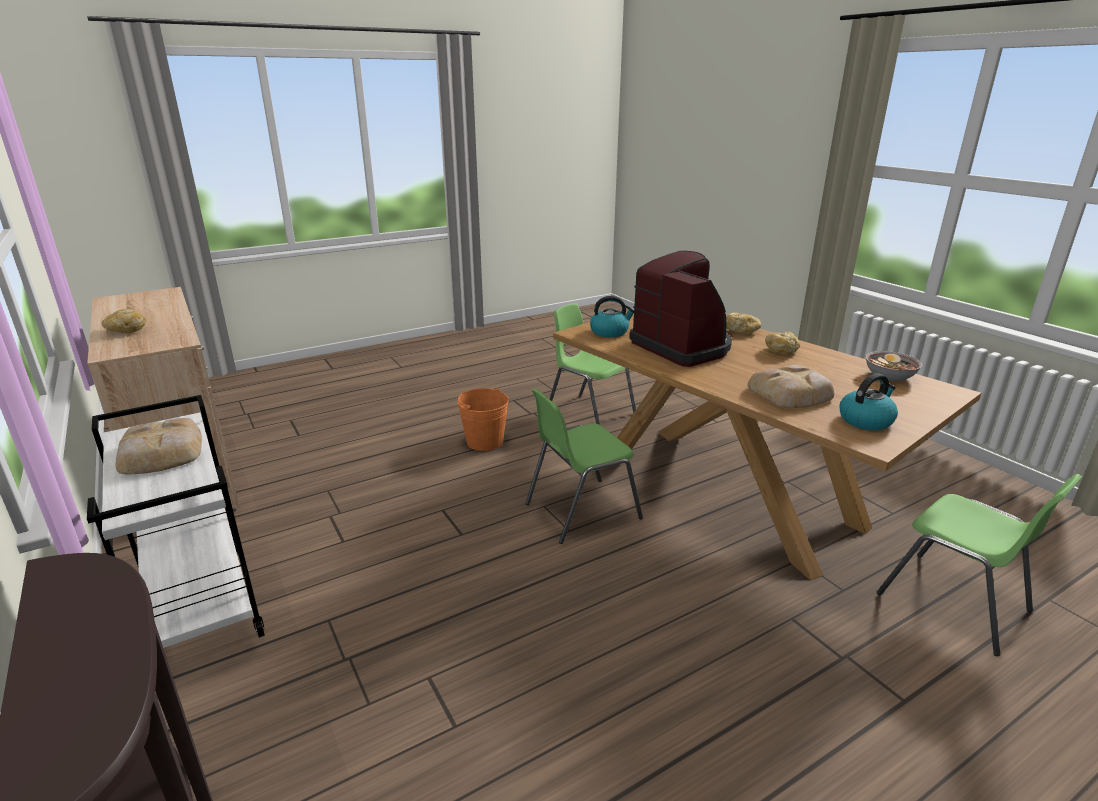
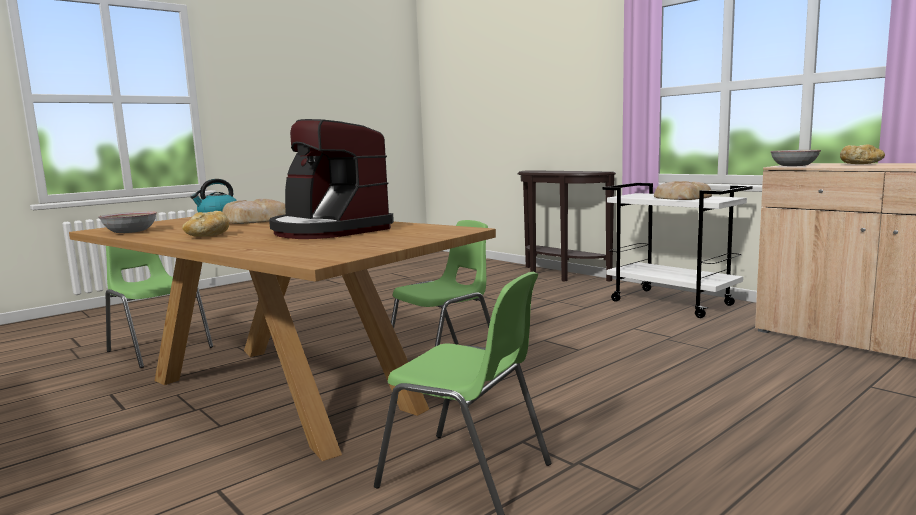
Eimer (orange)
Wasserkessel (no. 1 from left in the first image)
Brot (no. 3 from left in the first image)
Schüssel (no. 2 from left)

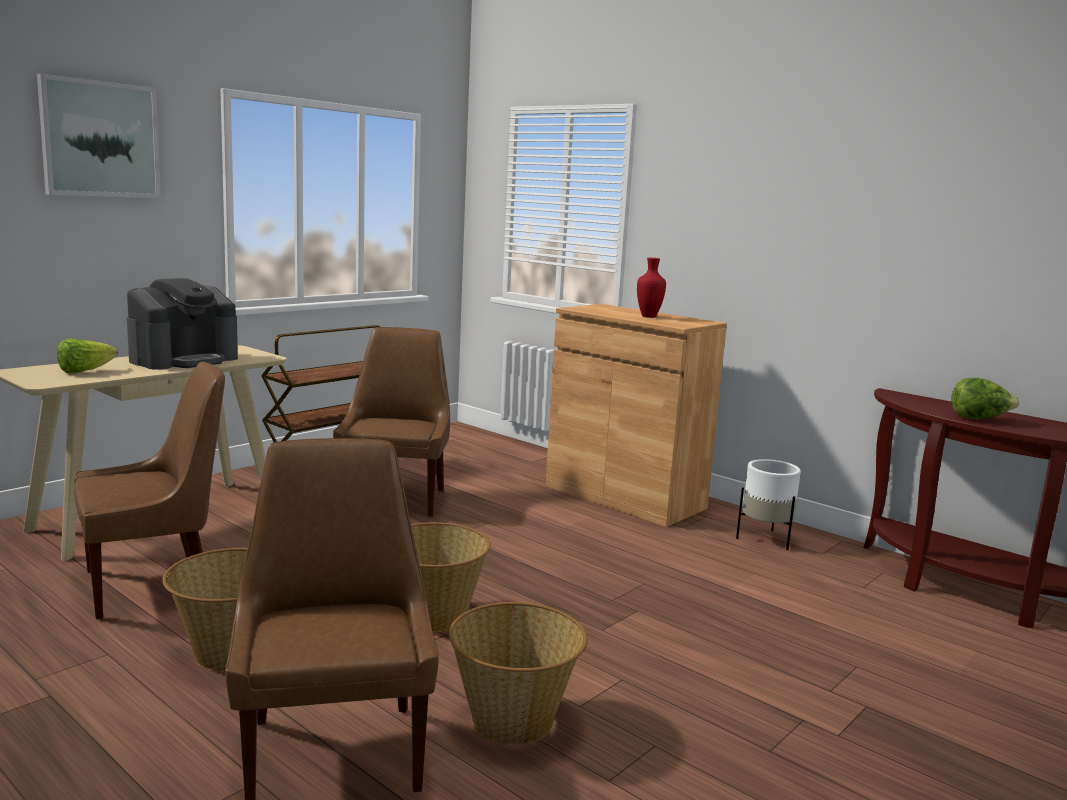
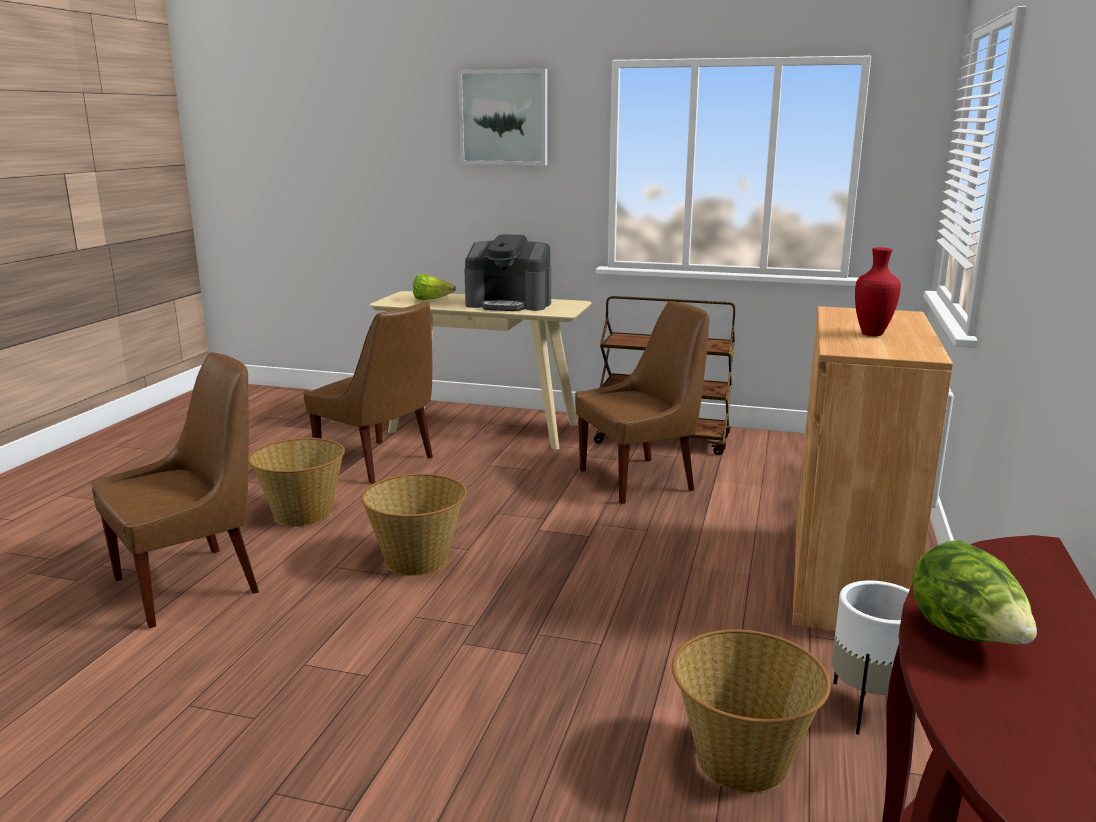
Korb (no. 3 from left)

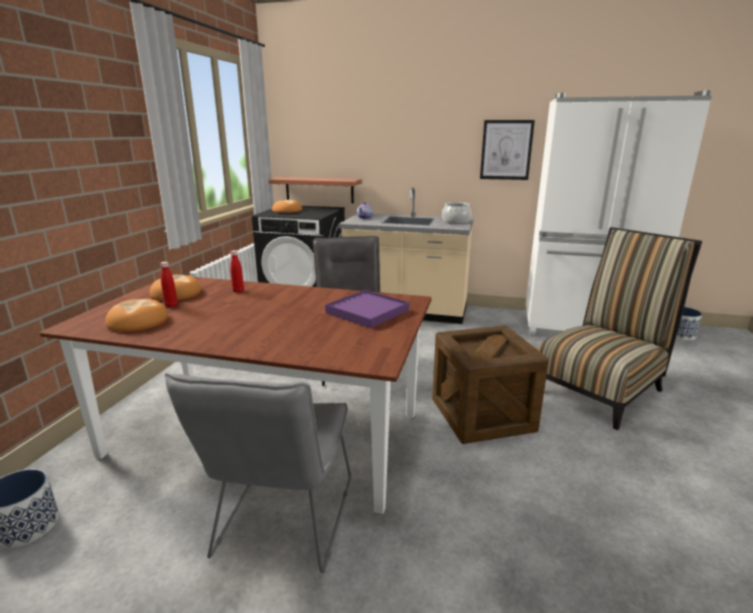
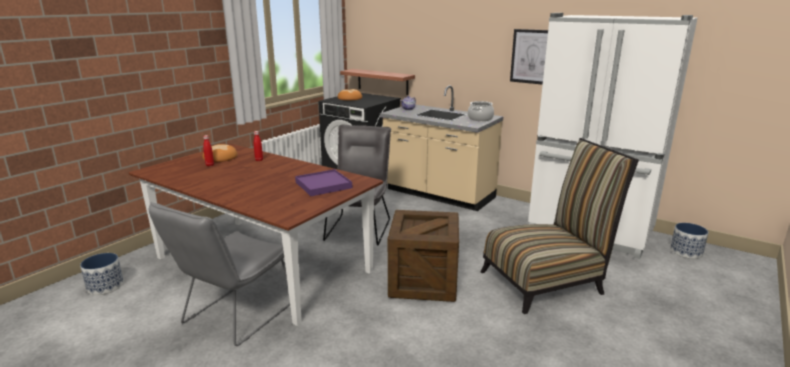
Brot (no. 1 from left in the first image)

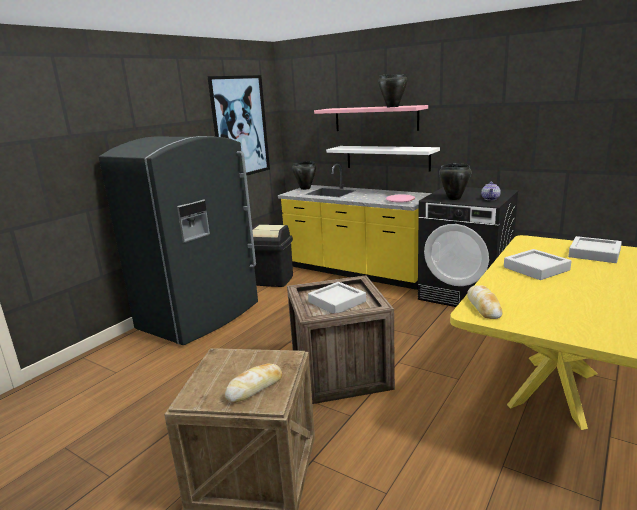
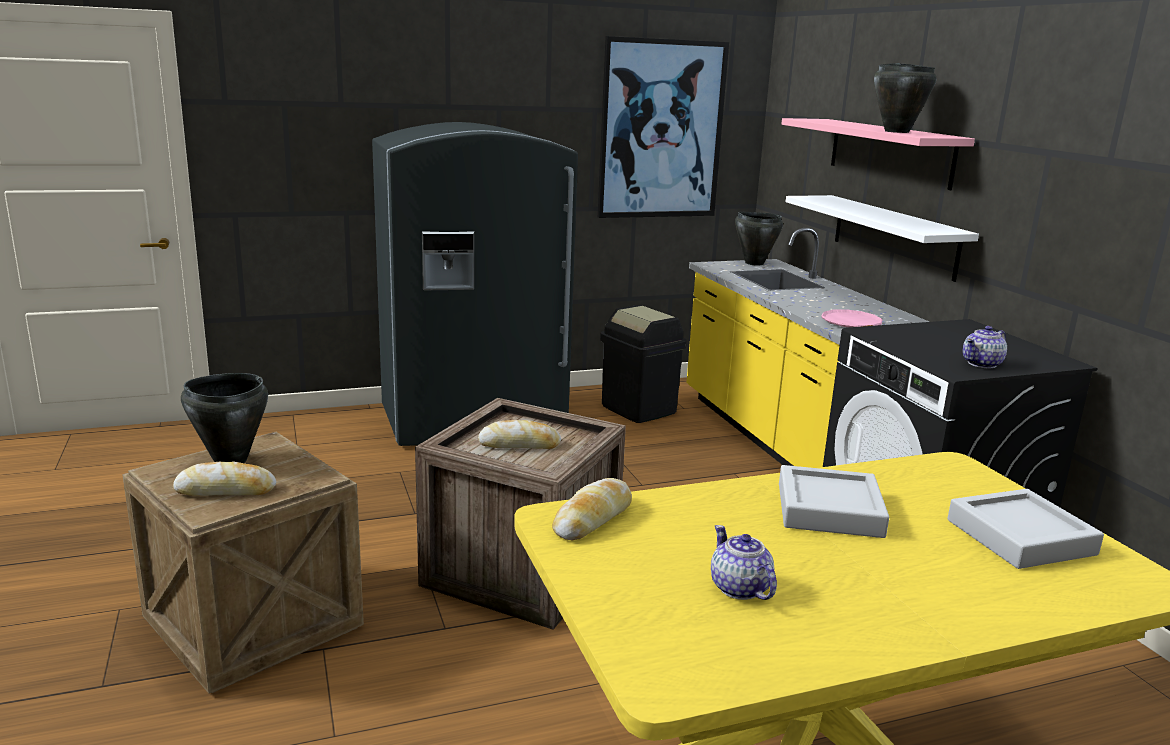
Brot (no. 2 from left)
Kochtopf (schwarz) (no. 1 from left)
Teekanne (no. 1 from left)

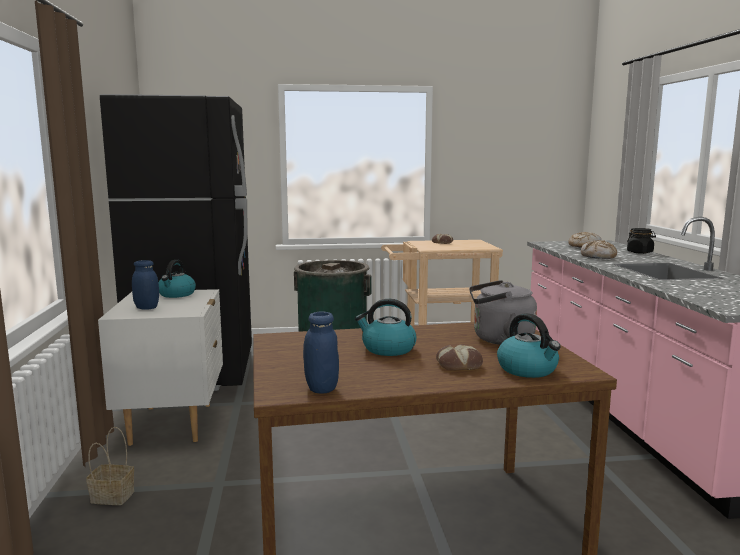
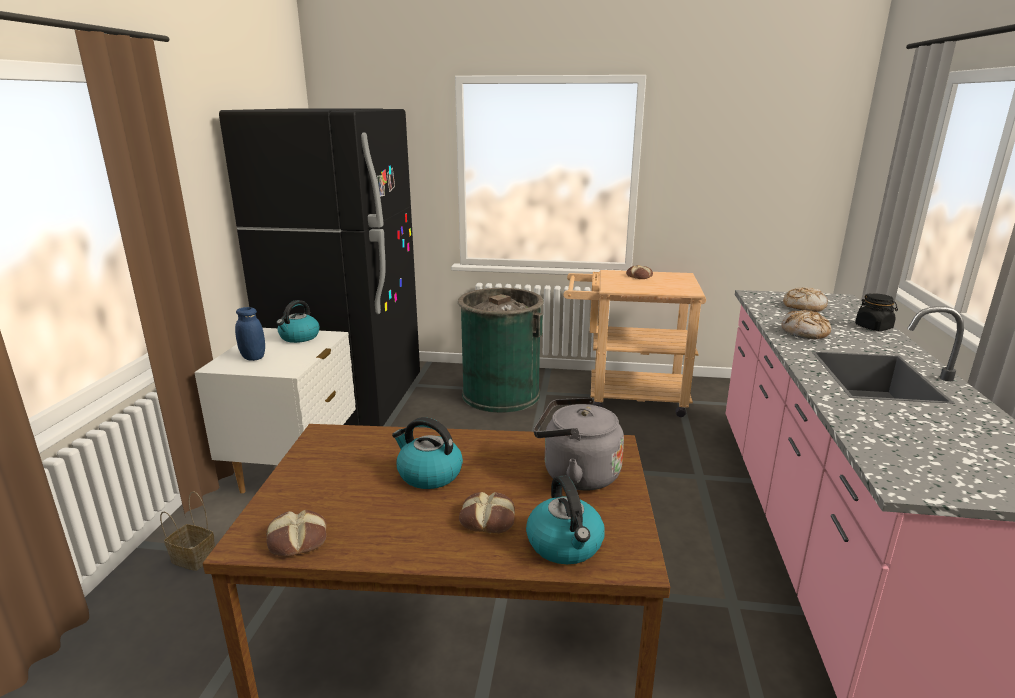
Brot (no. 1 from left)

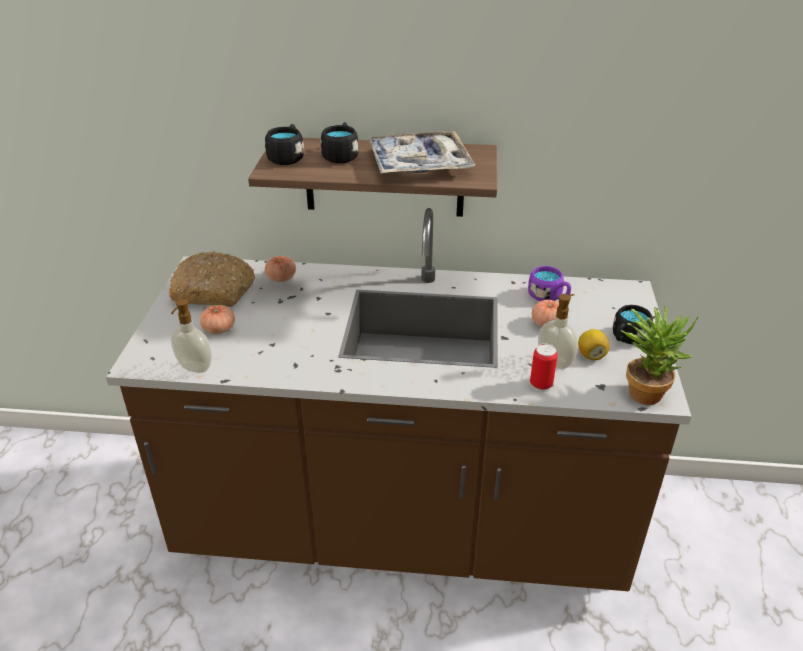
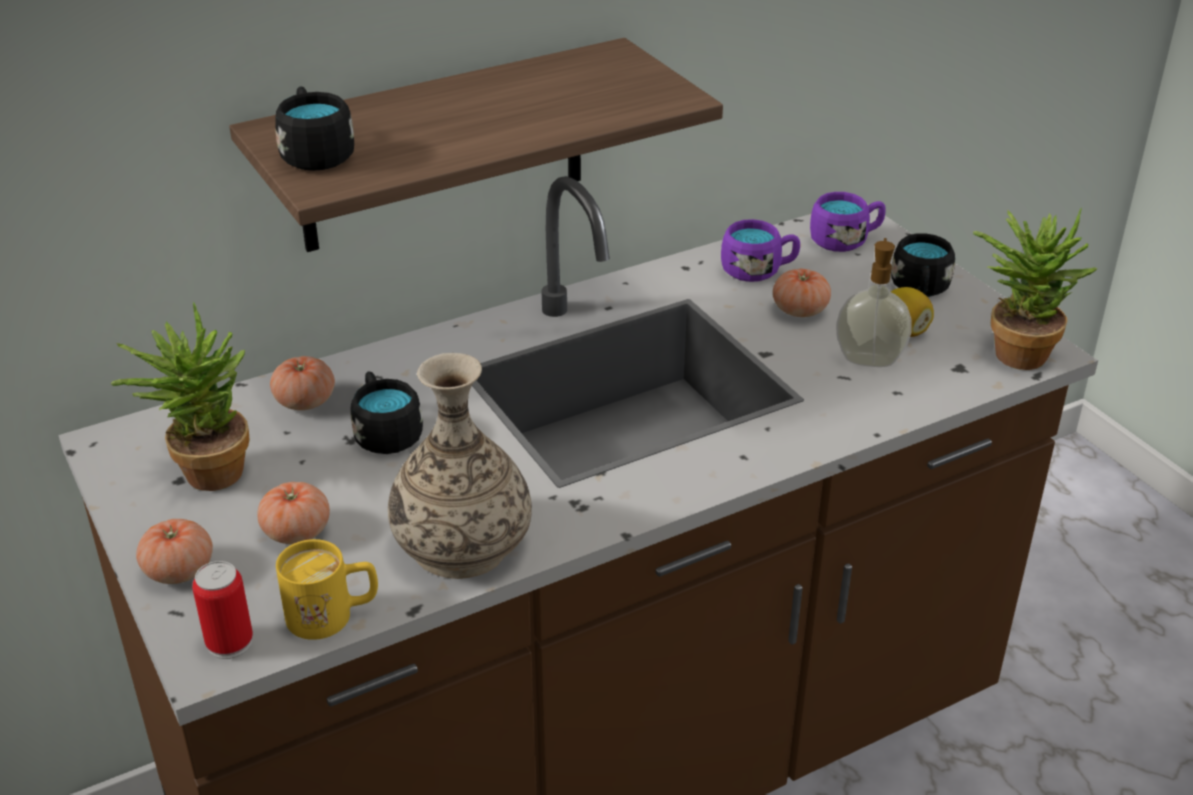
Topfpflanze (no. 1 from left)
Henkelbecher (gelb)
Henkelbecher (schwarz) (no. 2 from left)
Tablett
Dose
Tomate (no. 1 from left)
Vase
Henkelbecher (lila) (no. 2 from left)

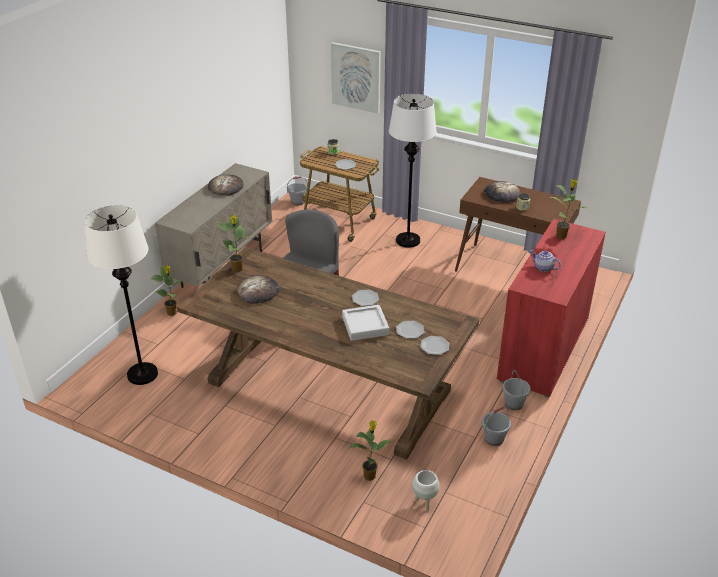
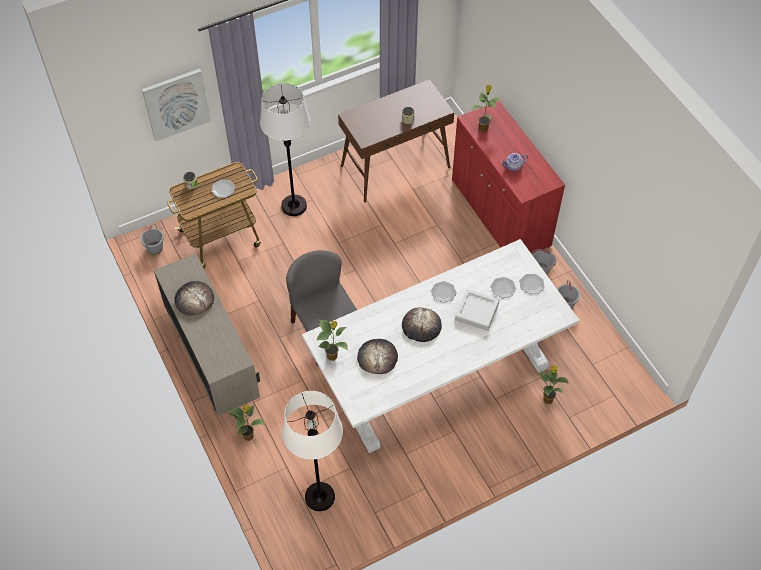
Esstisch (weiß)
Pflanzkübel (weiß)
Brot (no. 3 from left)

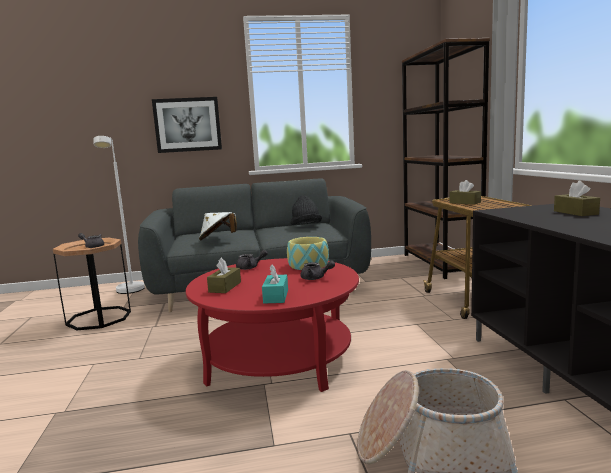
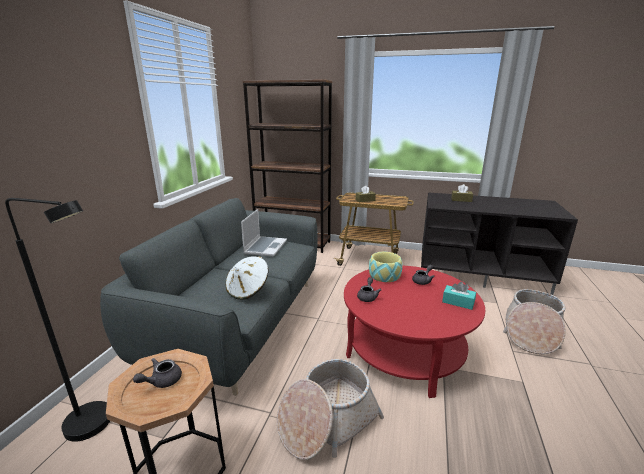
Stehlampe (schwarz)
Bild
Taschentuchbox (braun) (no. 1 from left in the first image)
Laptop
Korb (no. 1 from left)

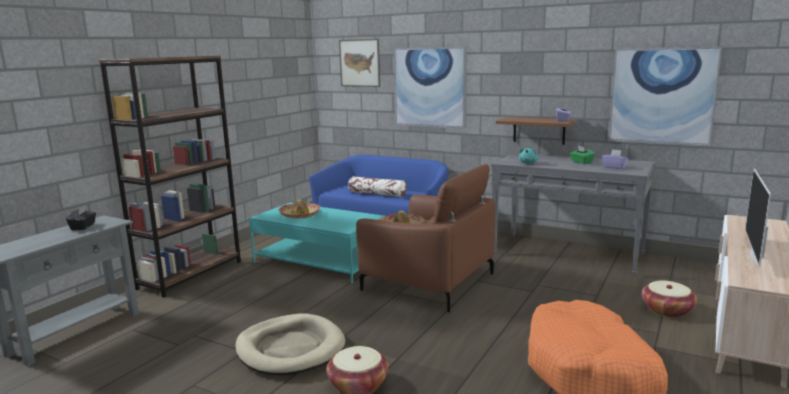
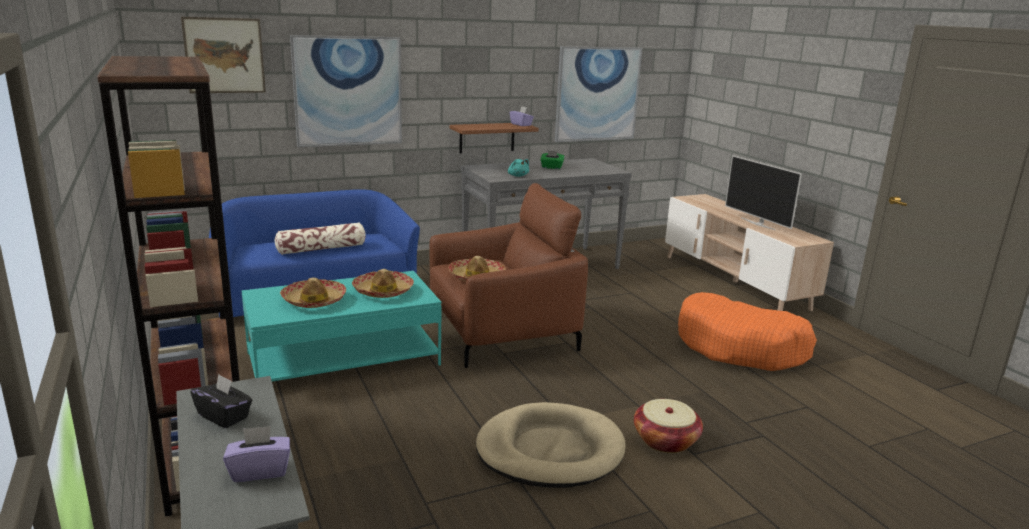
Taschentuchbox (lila) (no. 1 from left)
Korb (no. 2 from left in the first image)
Hut (no. 2 from left)

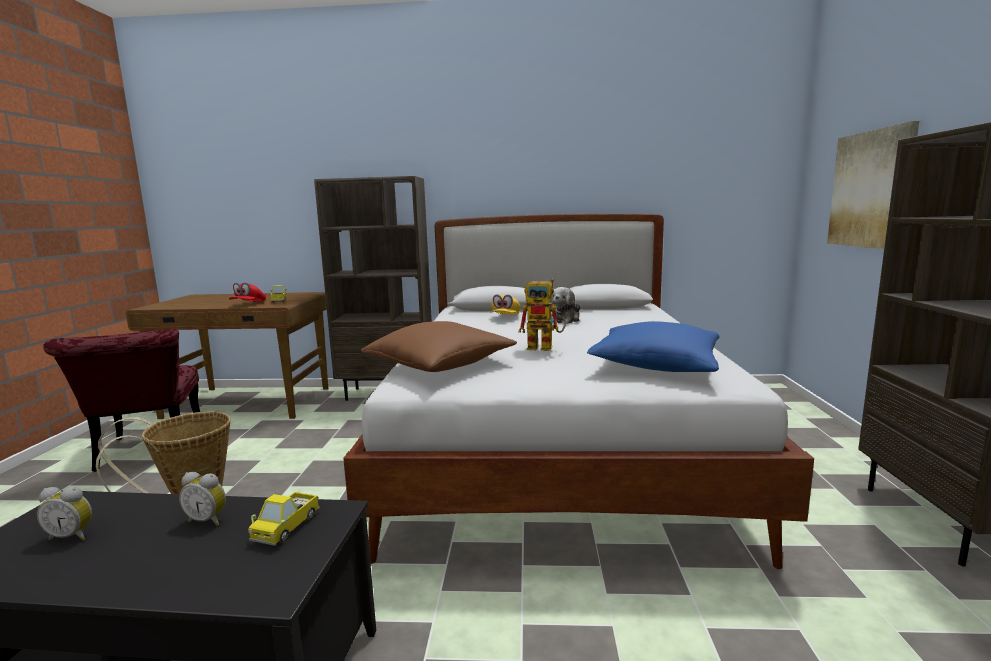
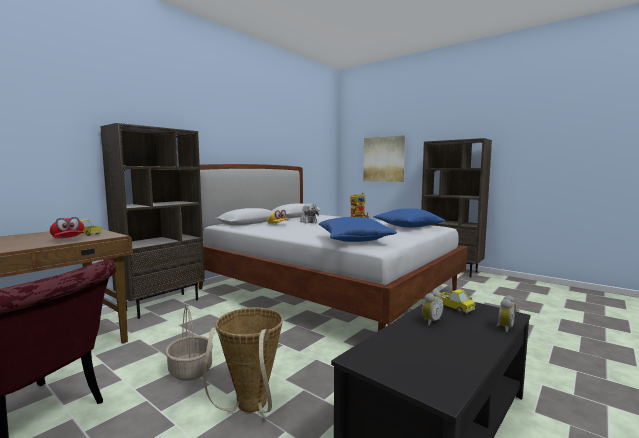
Wecker (no. 2 from left)
Kissen (blau) (no. 1 from left)
Korb (no. 1 from left)

